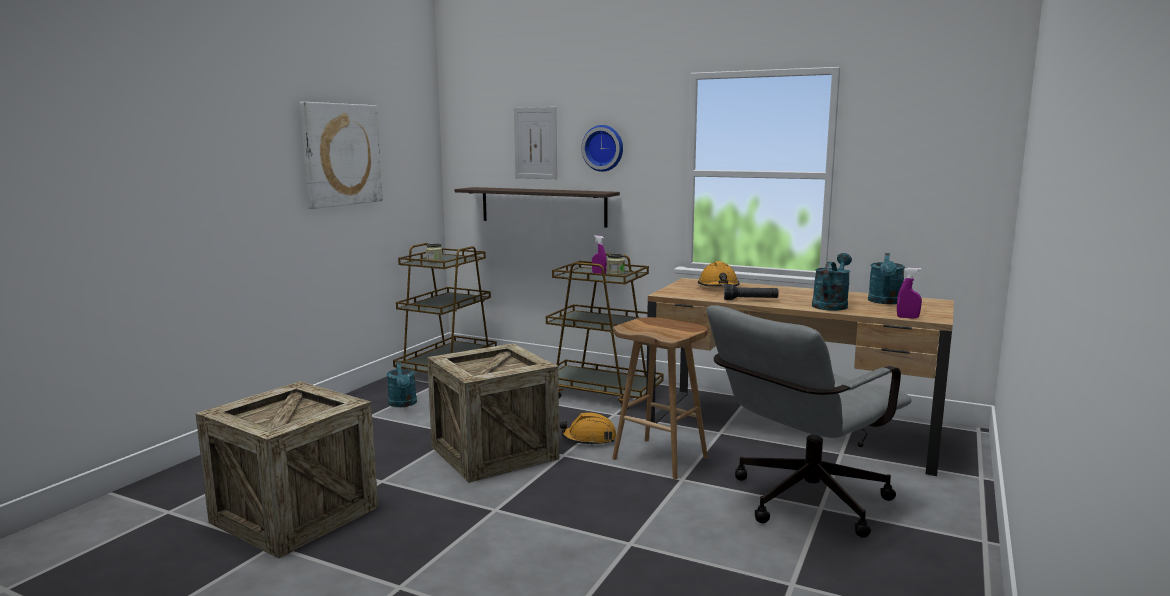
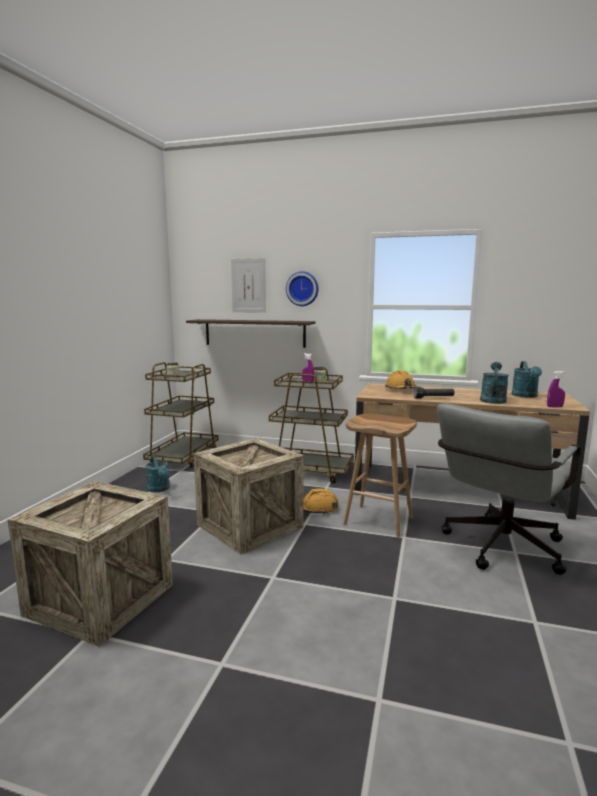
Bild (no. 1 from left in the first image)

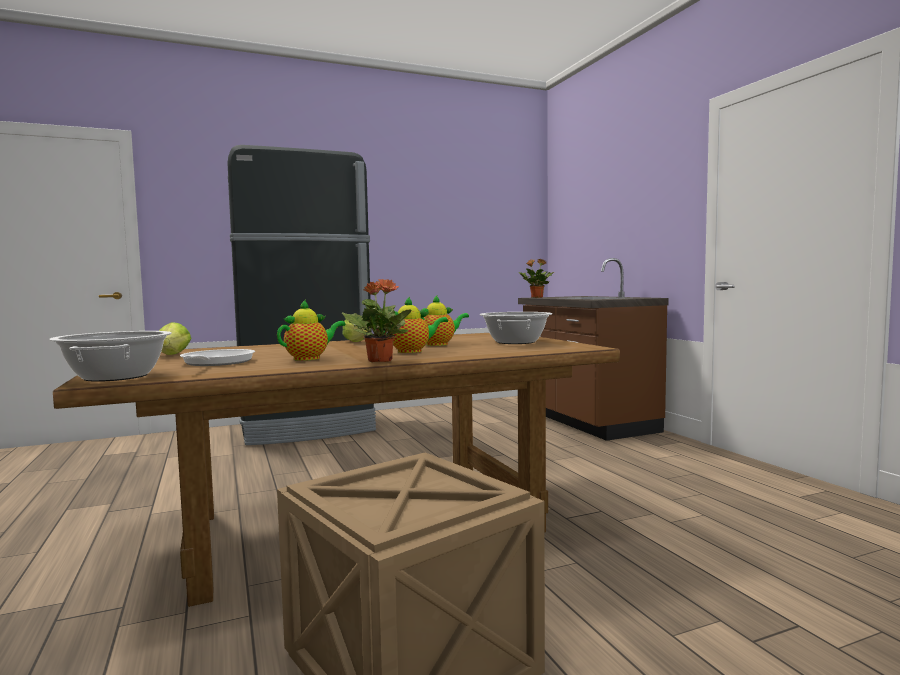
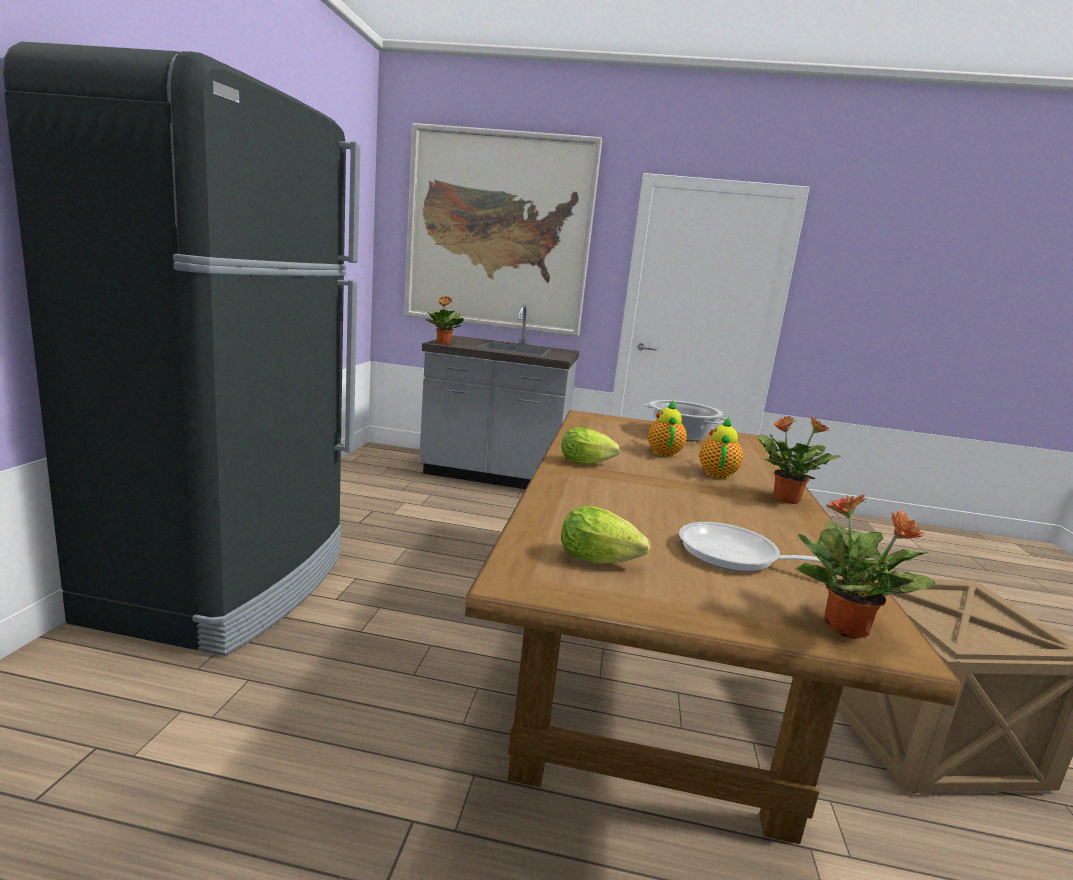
Topfpflanze (no. 3 from left)
Teekanne (no. 1 from left in the first image)
Küchenzeile (grau)
Bild

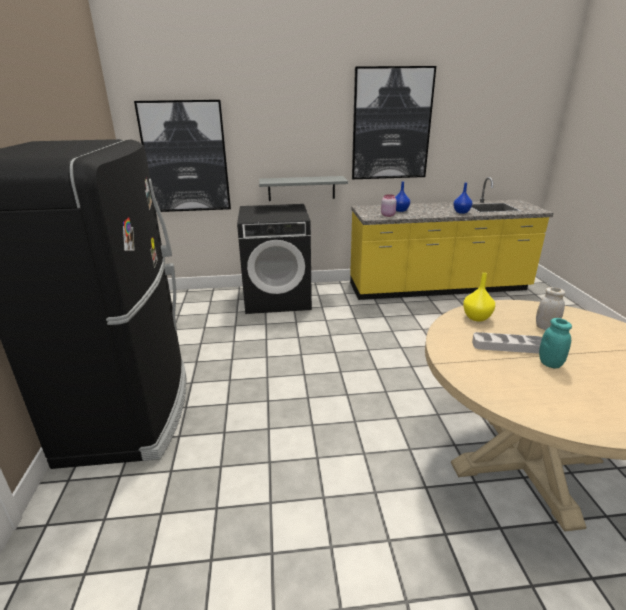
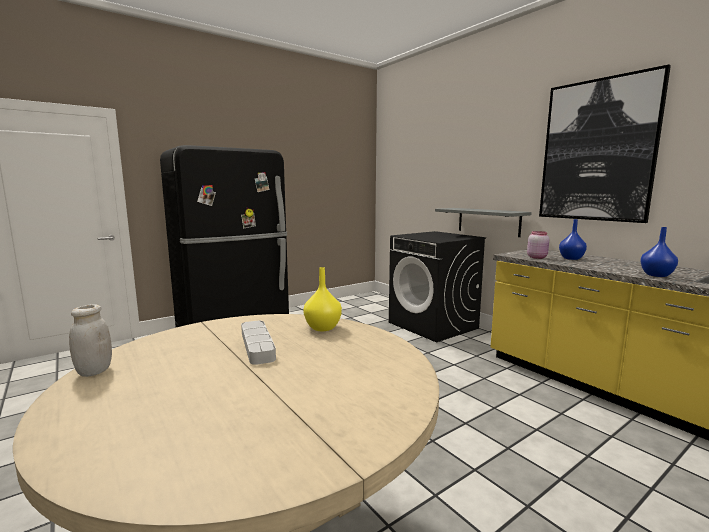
Bild (no. 1 from left in the first image)
Vorratsglas (weiß)
Vorratsglas (türkis)

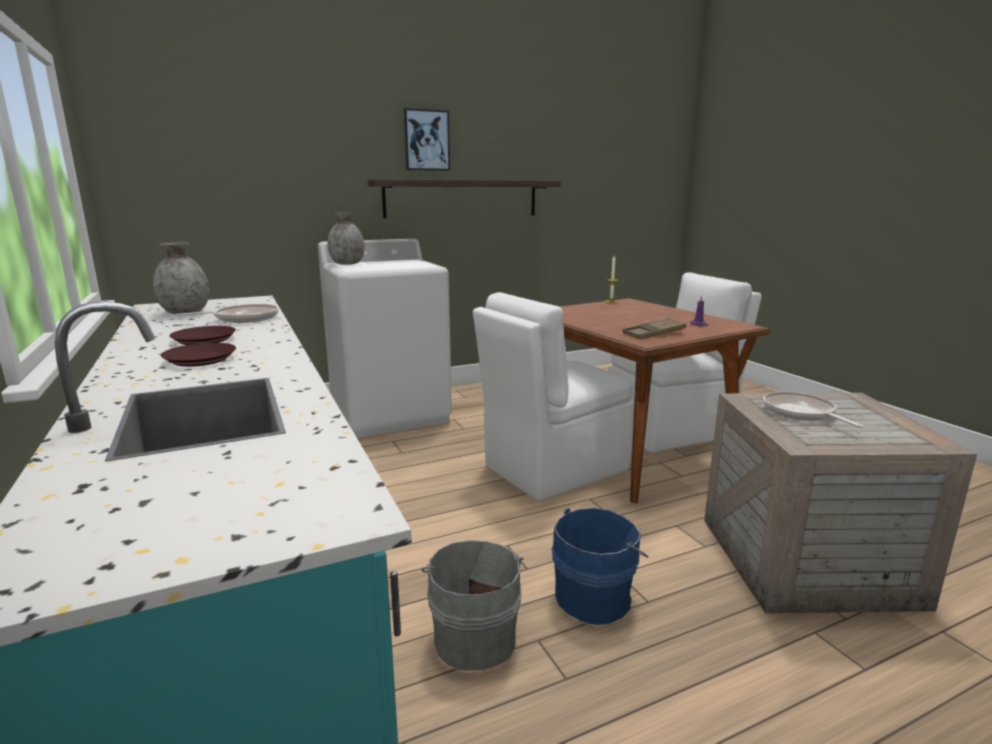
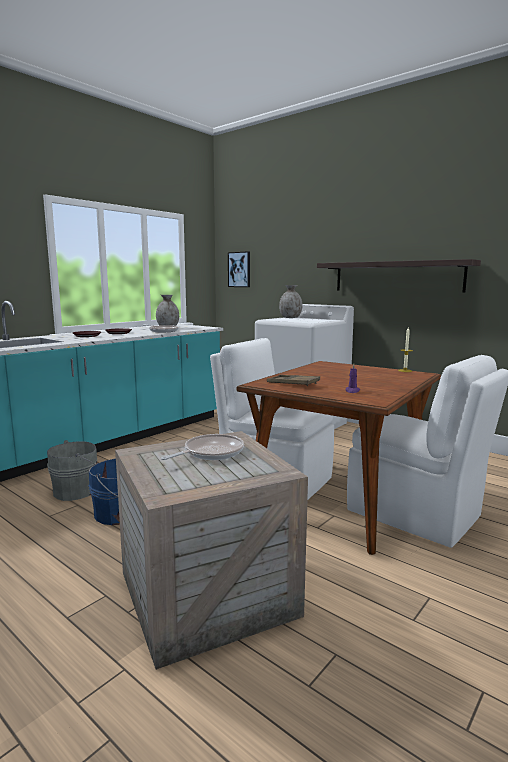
Bild

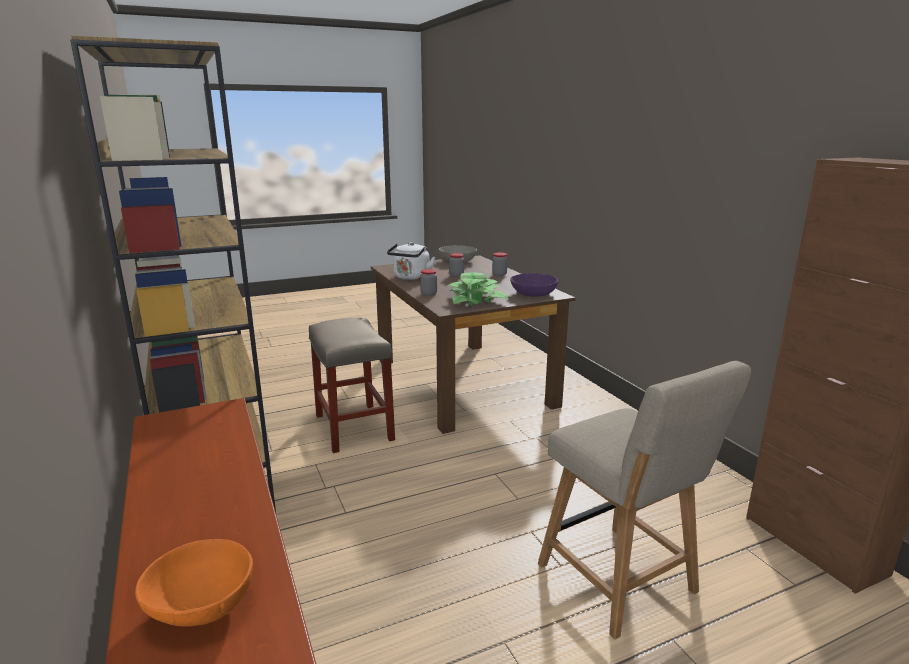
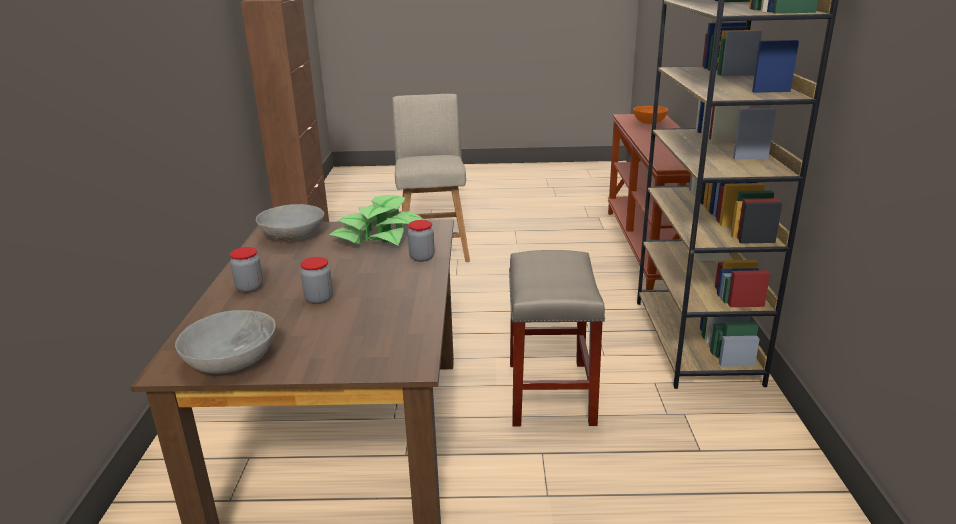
Wasserkessel (weiß)
Schüssel (grau) (no. 2 from left)

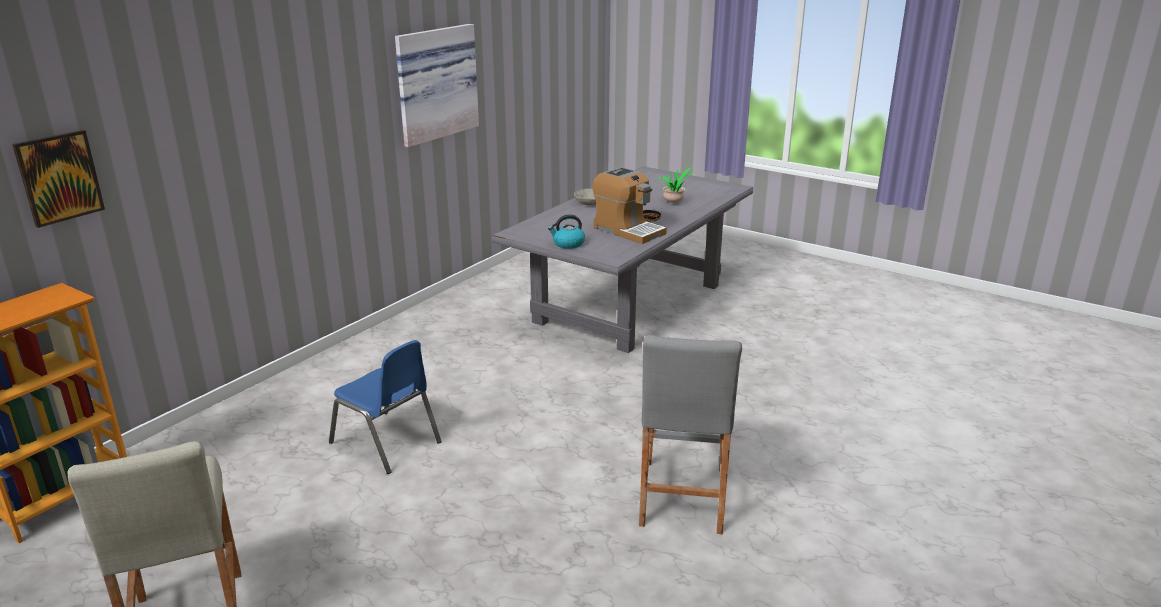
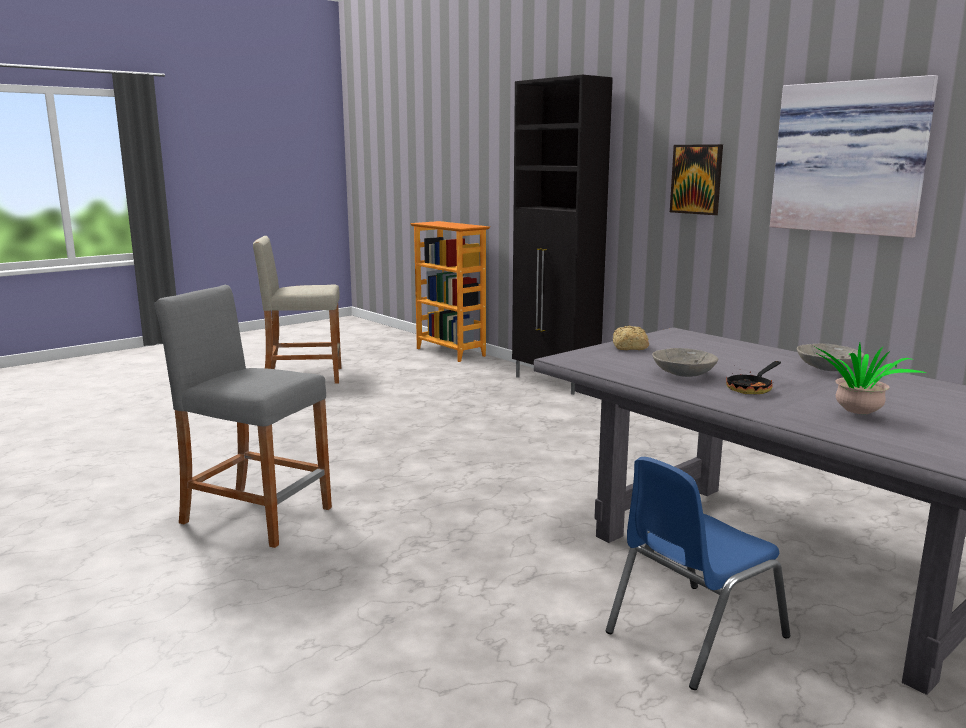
Bild (no. 1 from left)
Stuhl (blau)
Brot
Schüssel (grau) (no. 1 from left)
Schrank (schwarz)

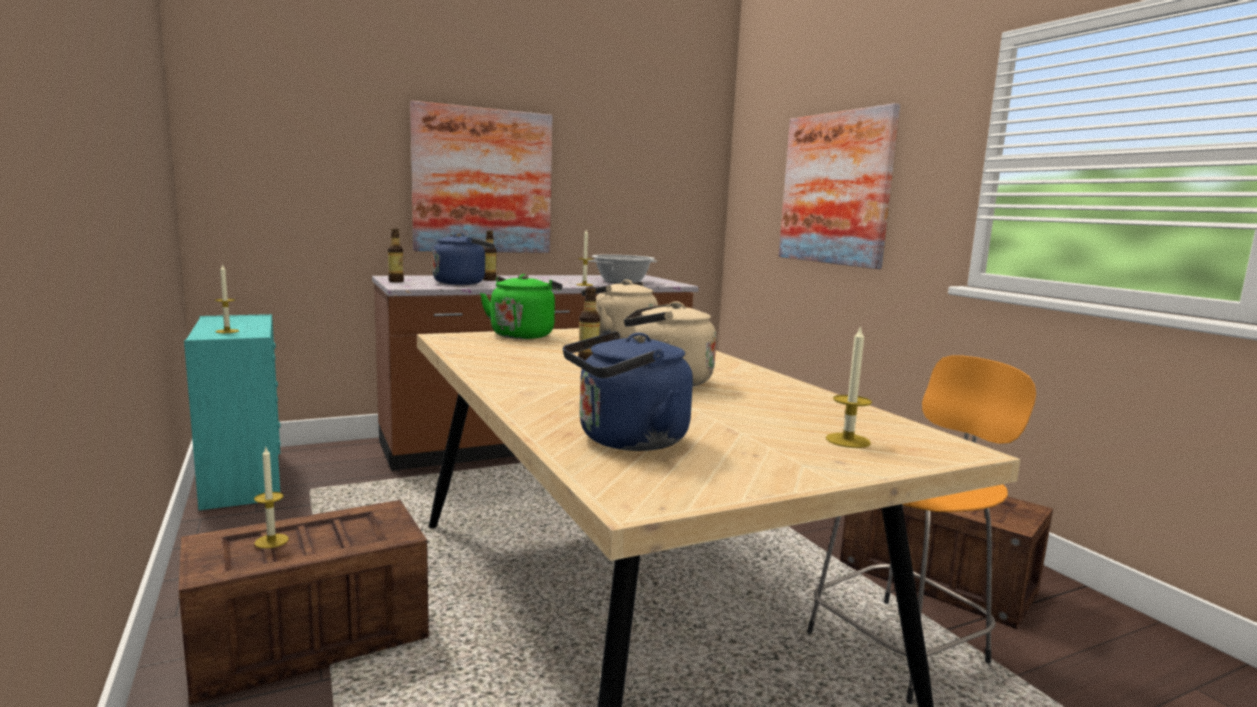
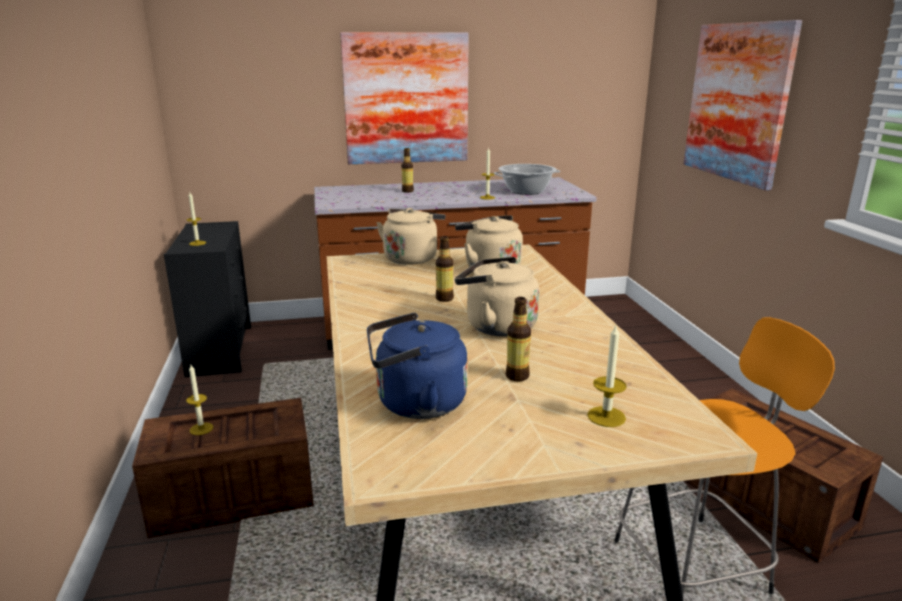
Kommode (schwarz)
Flasche (no. 3 from left)
Wasserkessel (blau) (no. 1 from left in the first image)
Wasserkessel (beige) (no. 1 from left)

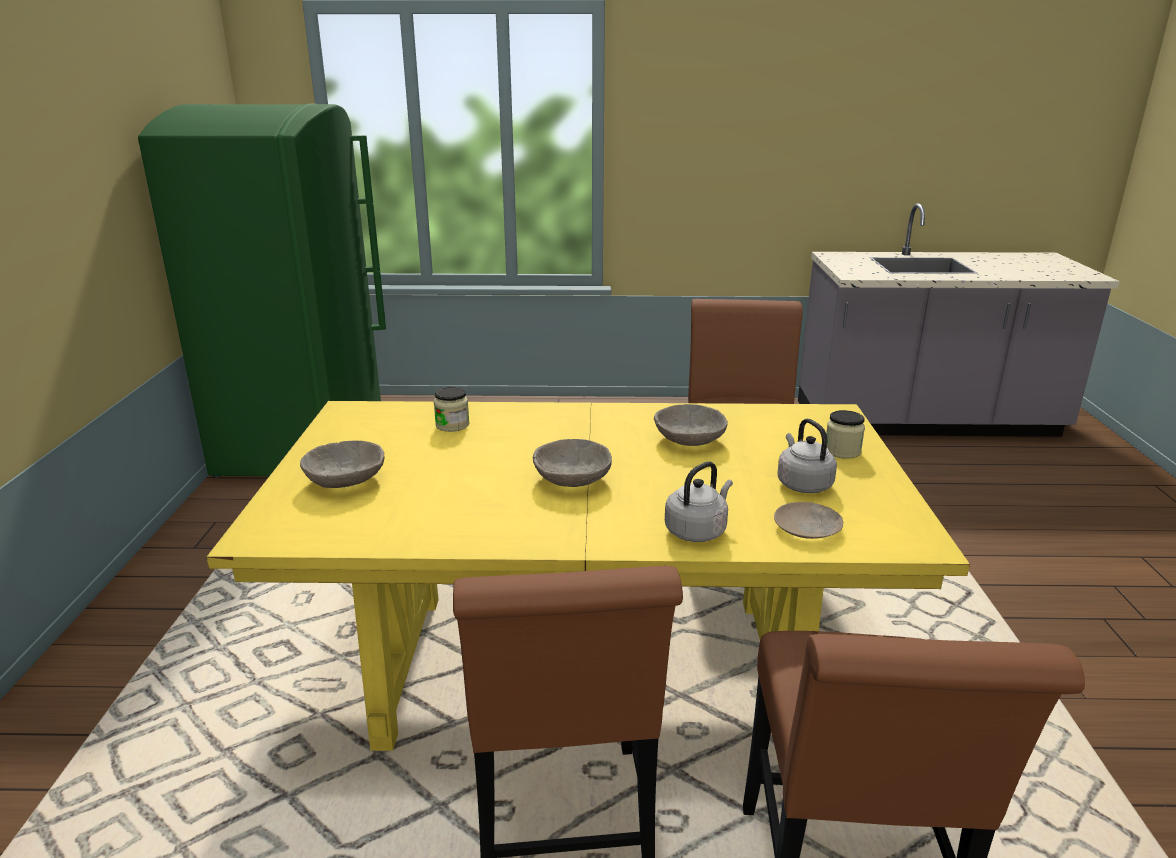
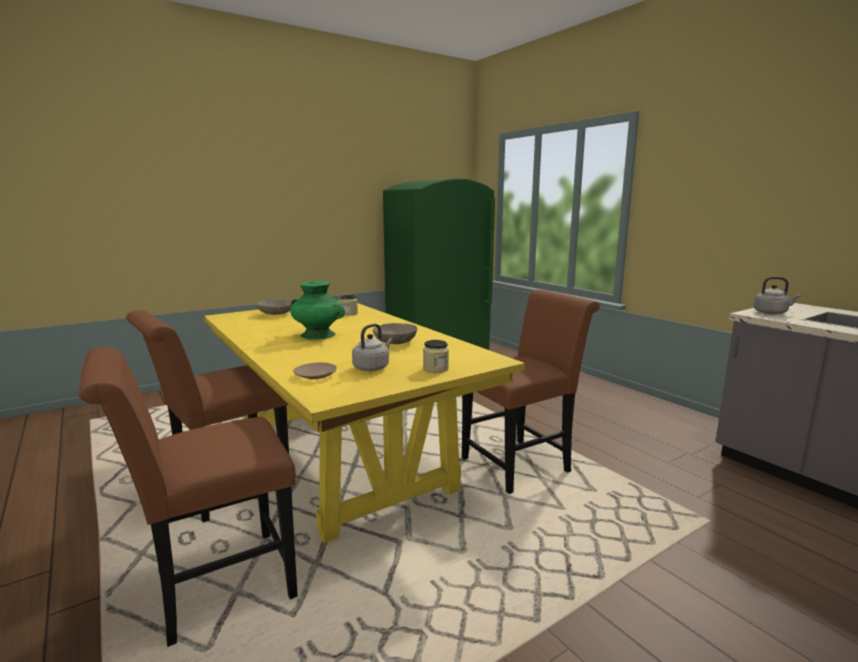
Vase (grün)
Wasserkessel (grau) (no. 2 from left)

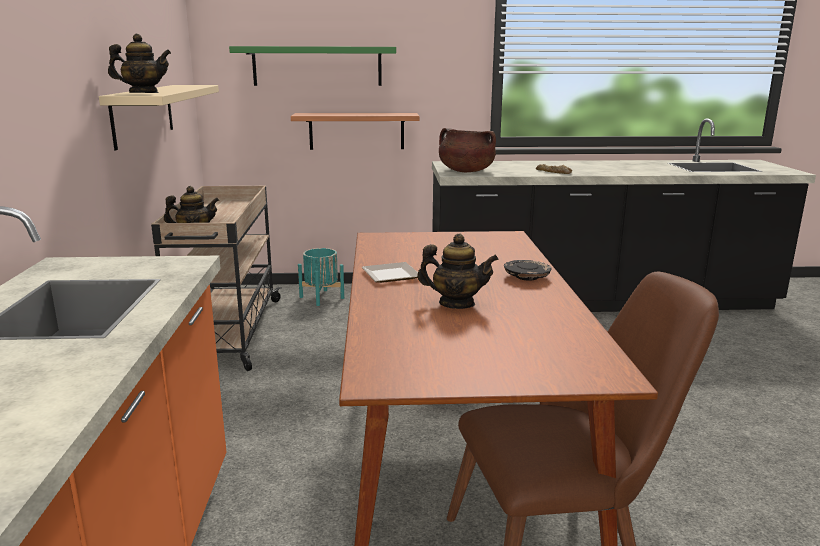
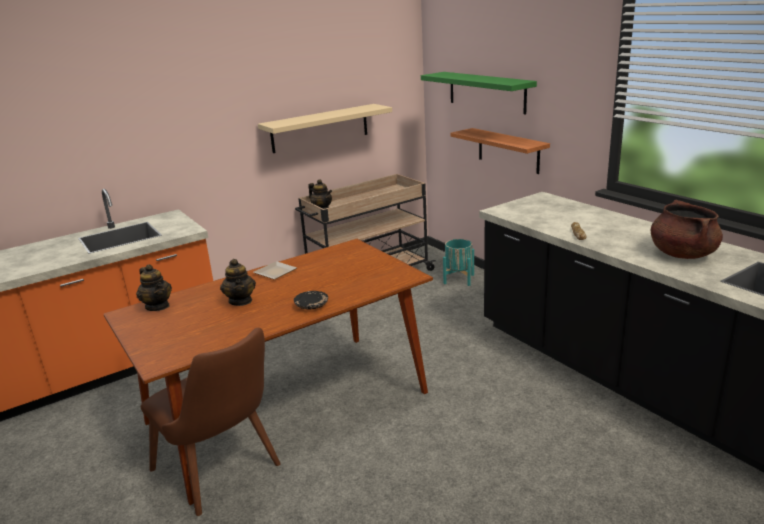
Teekanne (no. 1 from left)
Kochtopf (braun)

